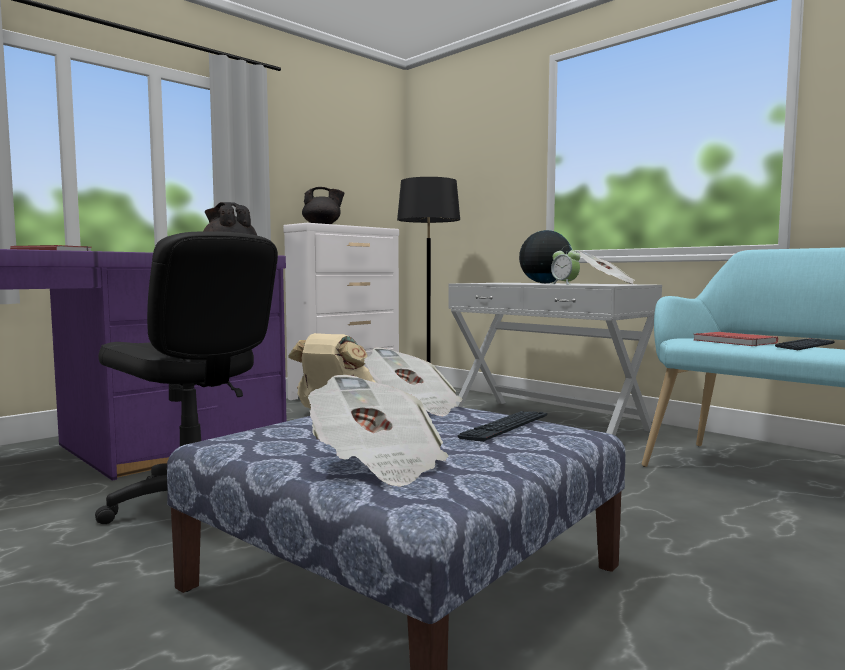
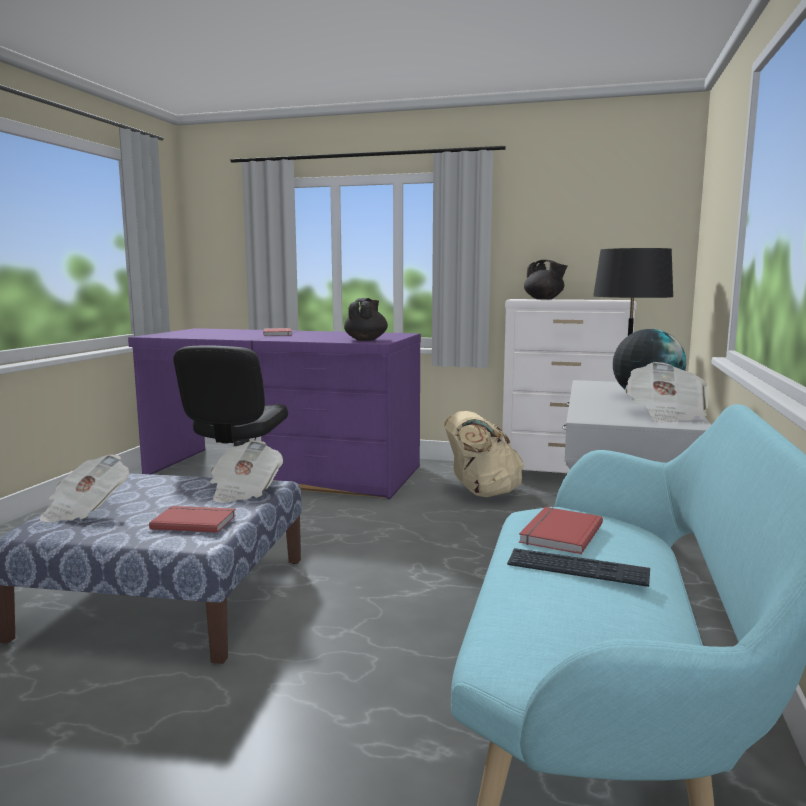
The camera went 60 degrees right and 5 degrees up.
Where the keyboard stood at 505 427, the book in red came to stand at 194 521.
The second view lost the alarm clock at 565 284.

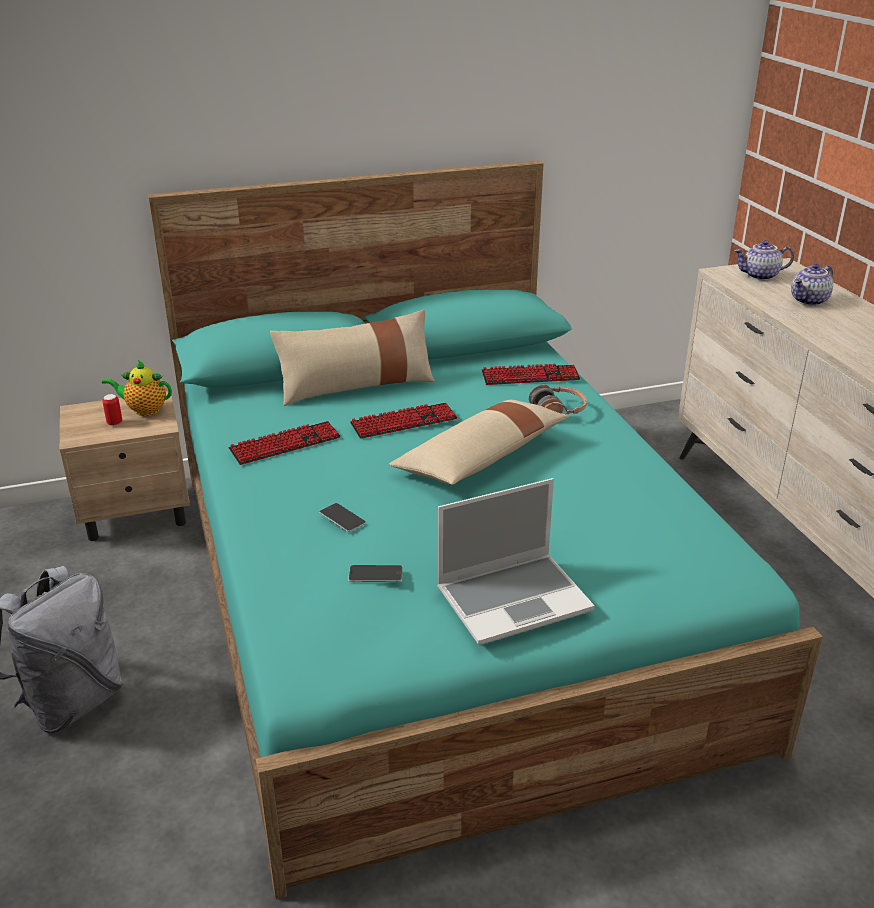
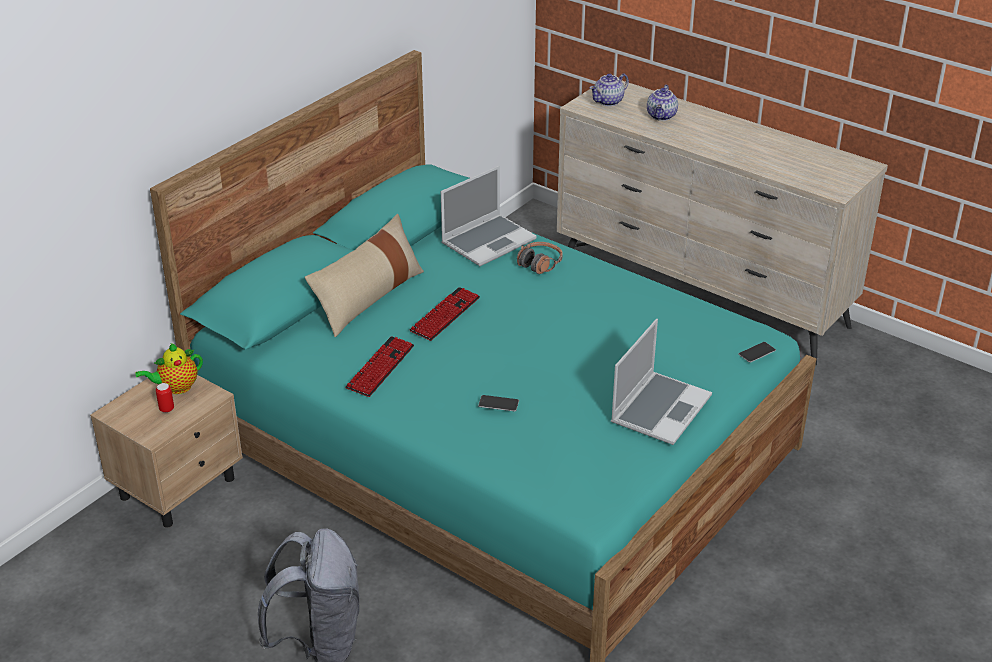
The camera went 35 degrees left and 5 degrees up.
The phone ended up elsewhere, having gone from 375 574 to 757 352.
The second view lost the pillow in beige at 481 458.
Where the keyboard stood at 530 376, the laptop came to stand at 488 241.

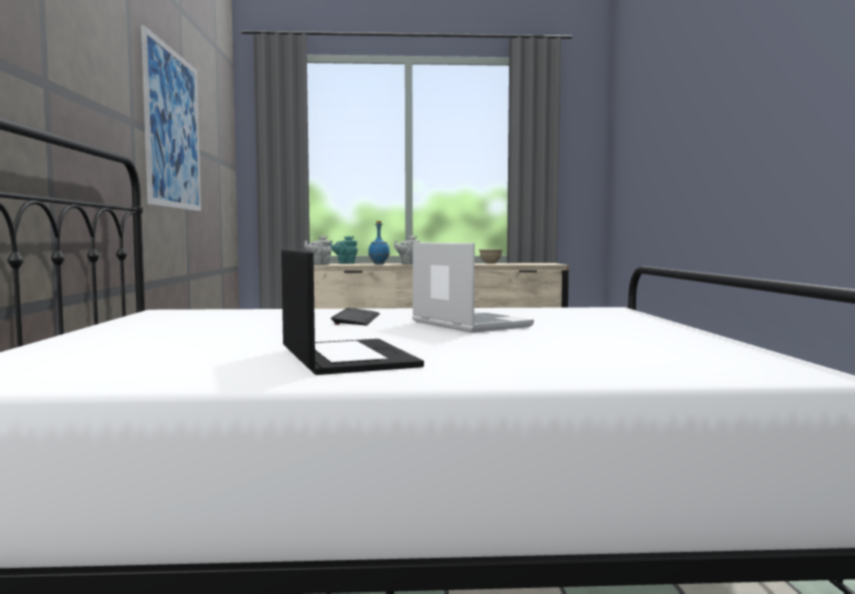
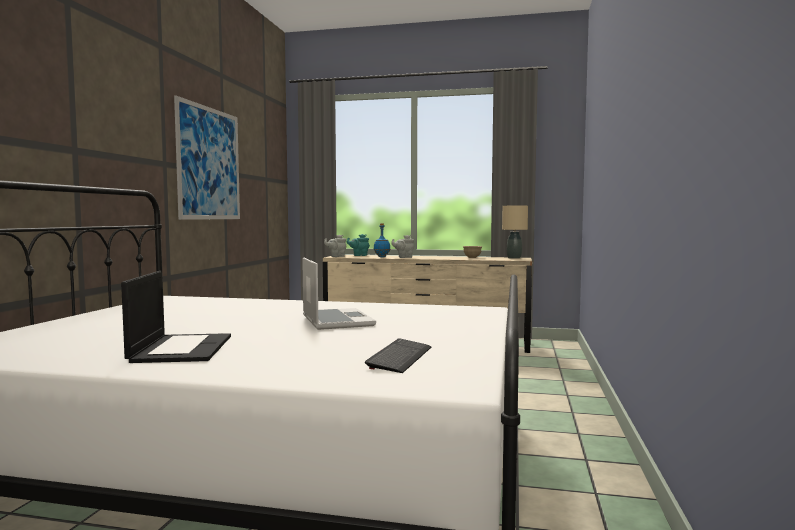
The camera went 15 degrees right and 0 degrees up.
The keyboard ended up elsewhere, having gone from 356 319 to 400 357.
The second view gained the table lamp in beige at 514 258.

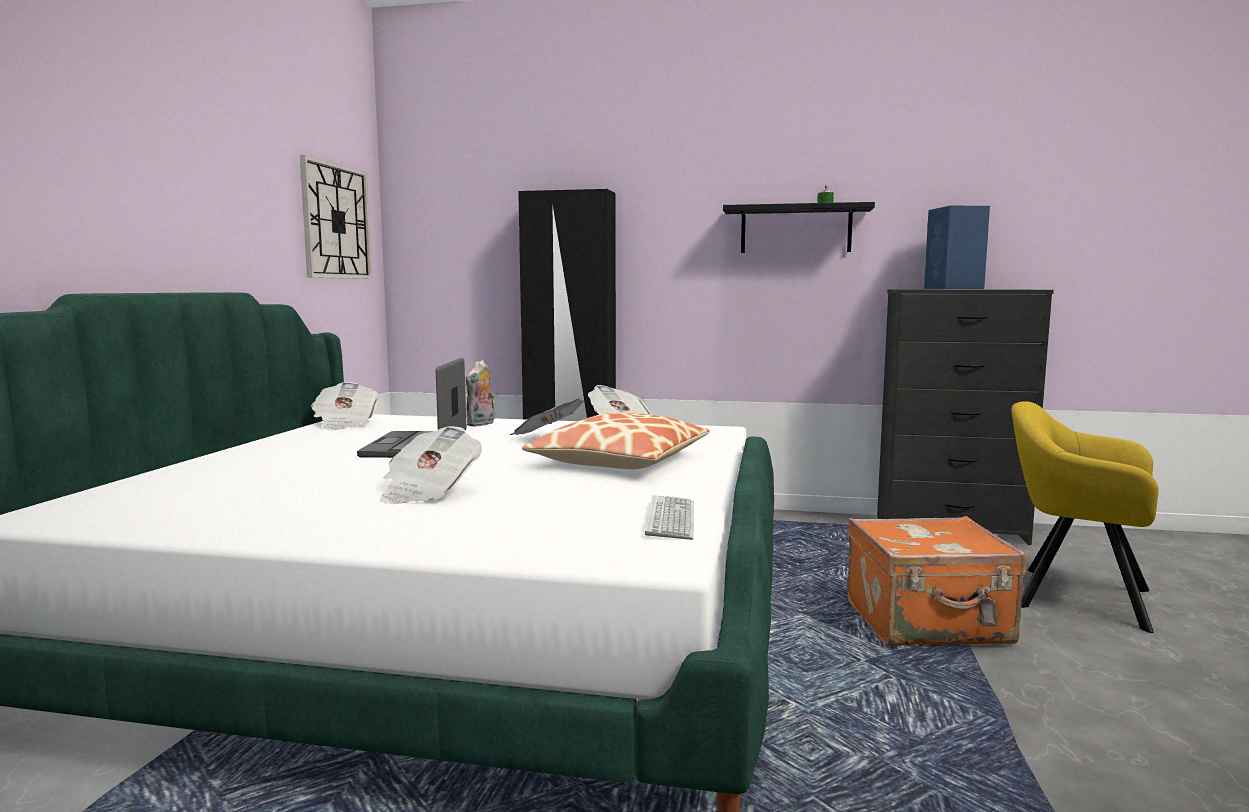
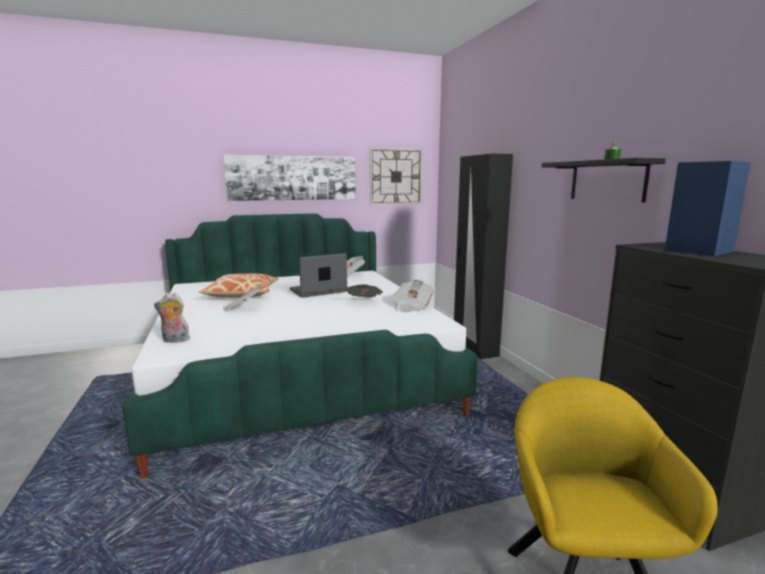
The camera went 60 degrees right and 5 degrees up.
The plush toy ended up elsewhere, having gone from 481 424 to 174 340.
The pillow ended up elsewhere, having gone from 620 461 to 242 294.
The second view lost the keyboard at 671 519.
The second view lost the suitcase in orange at 928 624.
The second view gained the picture at 292 178.

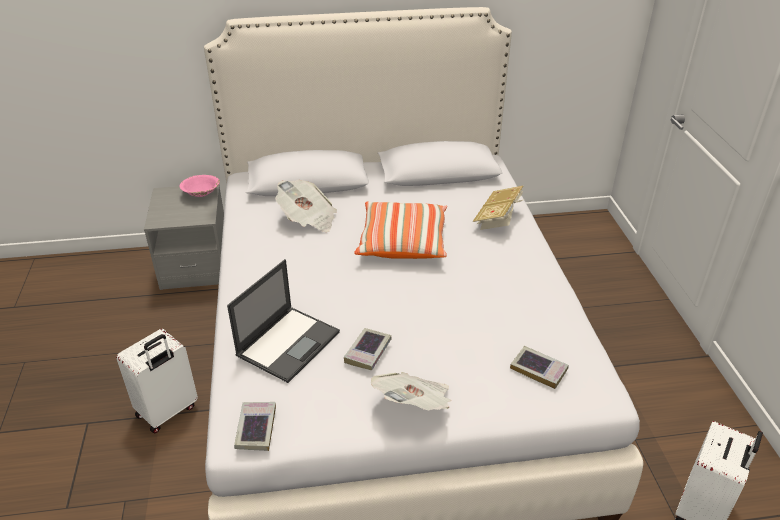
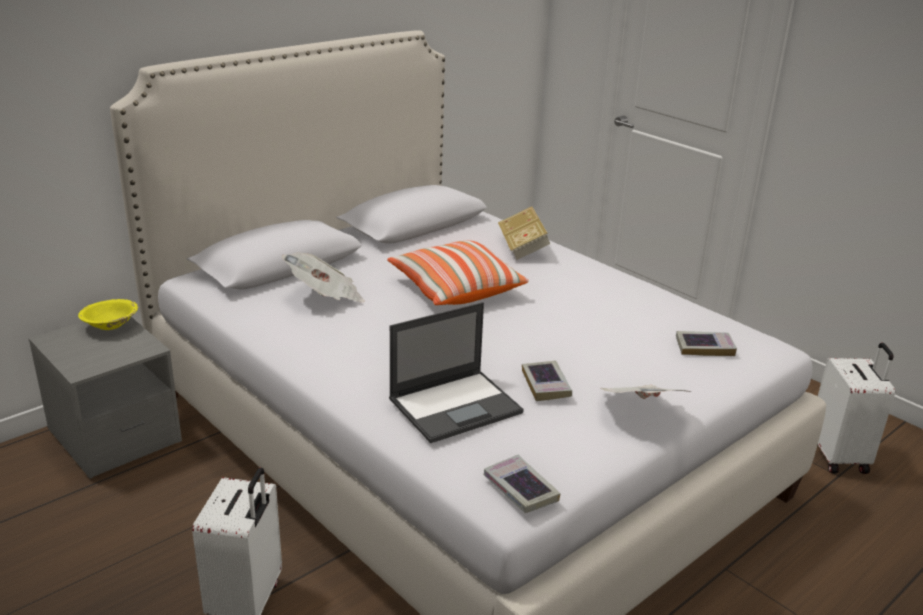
The camera went 35 degrees left and 10 degrees down.
What was the bowl in pink at 201 193 turned into the bowl in yellow at 110 325.
The laptop at 289 343 ended up facing another way, 60 degrees clockwise from before.

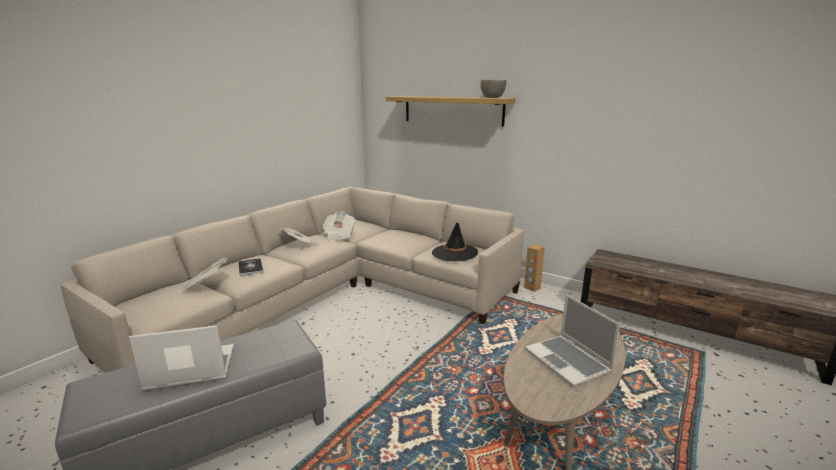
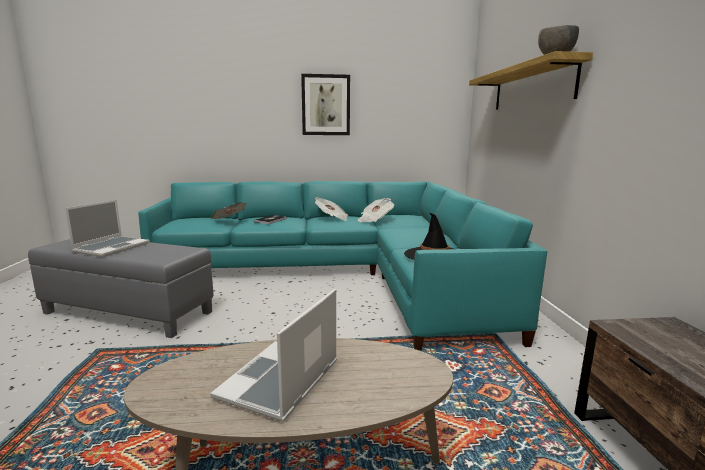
The camera went 50 degrees right and 5 degrees down.
What was the sofa in beige at 333 296 turned into the sofa in turquoise at 343 275.
The laptop at 190 369 ended up facing another way, 75 degrees clockwise from before.
The second view lost the speaker in brown at 532 288.
The second view gained the picture at 326 105.

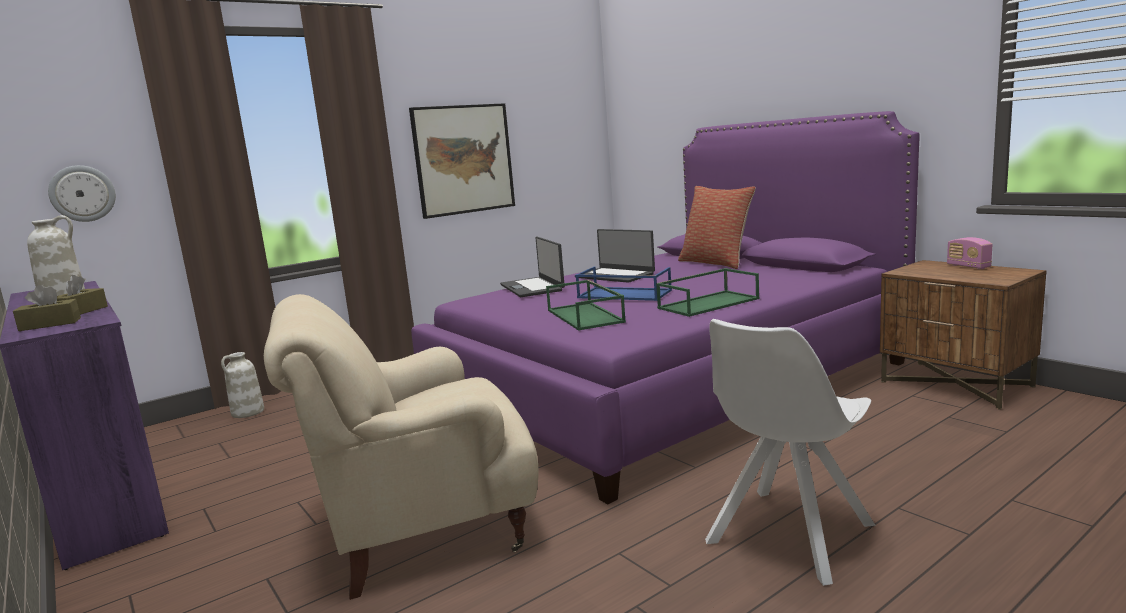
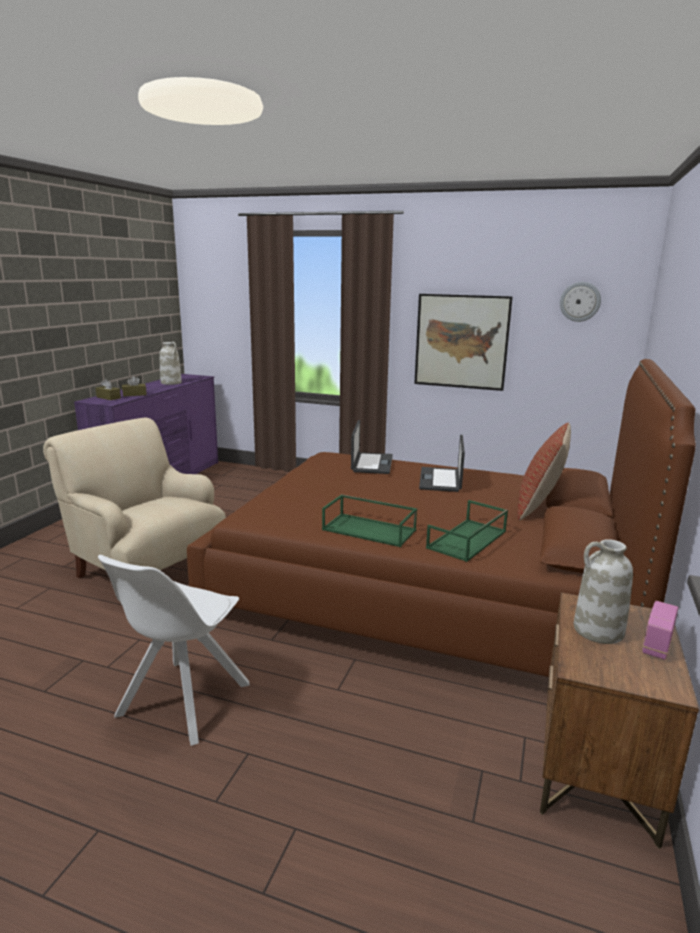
The camera went 55 degrees right and 5 degrees up.
The wall clock ended up elsewhere, having gone from 82 193 to 580 301.
The vase in white ended up elsewhere, having gone from 247 412 to 598 631.
What was the bed in purple at 667 383 turned into the bed in brown at 427 589.
The laptop at 532 287 ended up facing another way, 150 degrees clockwise from before.
The tray in green ended up elsewhere, having gone from 586 316 to 467 540.
The second view lost the tray in blue at 623 294.
The chair in white at 787 535 ended up facing another way, 75 degrees counterclockwise from before.

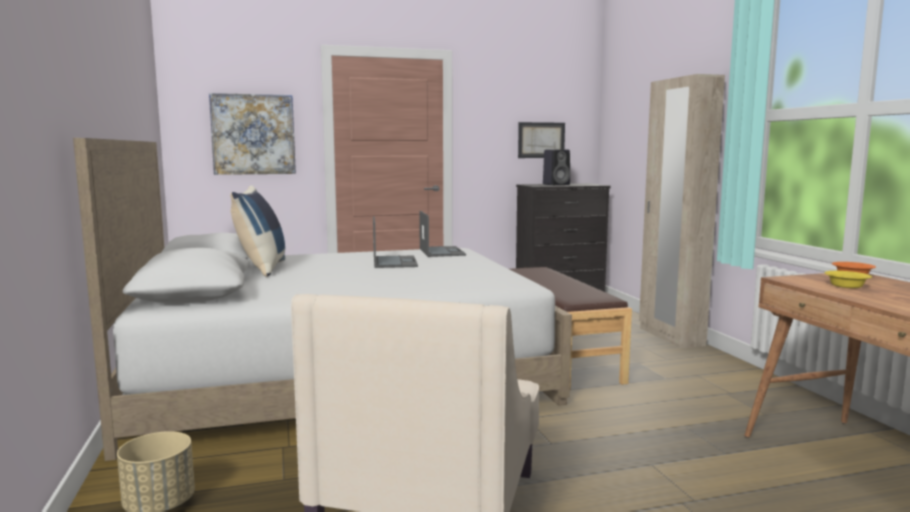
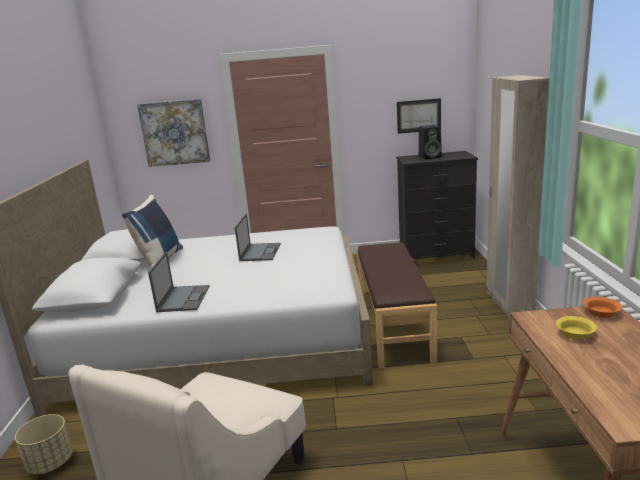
The camera went 15 degrees right and 10 degrees up.
The laptop ended up elsewhere, having gone from 441 252 to 183 298.

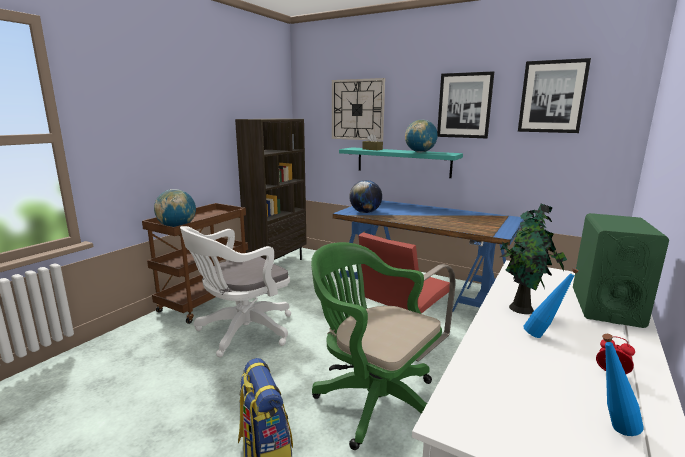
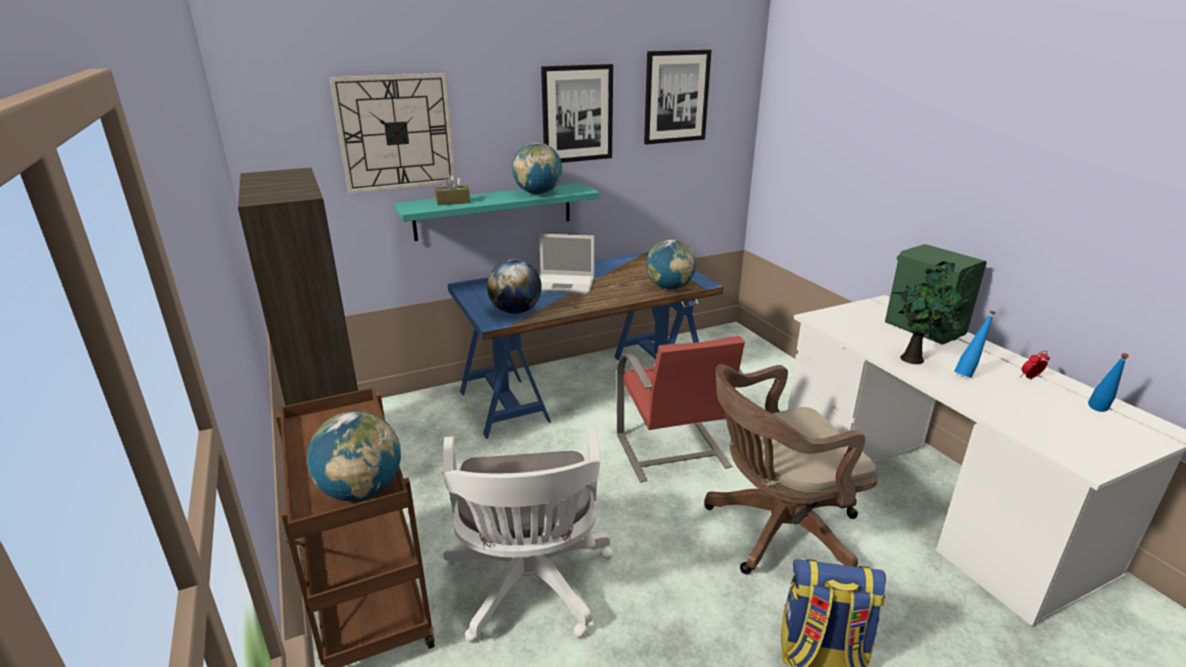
The camera went 55 degrees left and 10 degrees up.
What was the office chair in green at 372 399 turned into the office chair in brown at 775 531.
The second view gained the laptop at 565 284.
The second view gained the globe at 669 288.

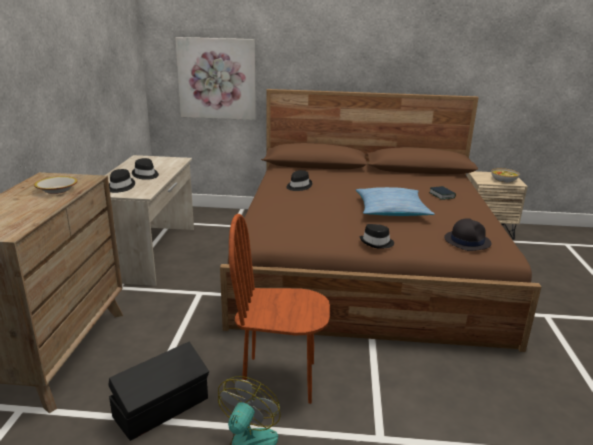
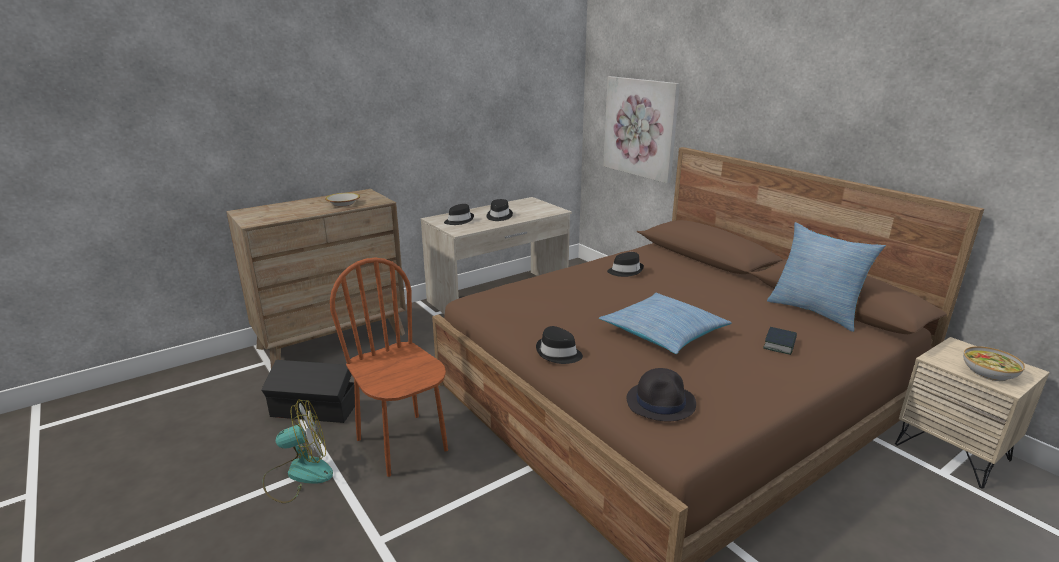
The camera went 50 degrees right and 0 degrees up.
The second view gained the pillow at 815 311.

